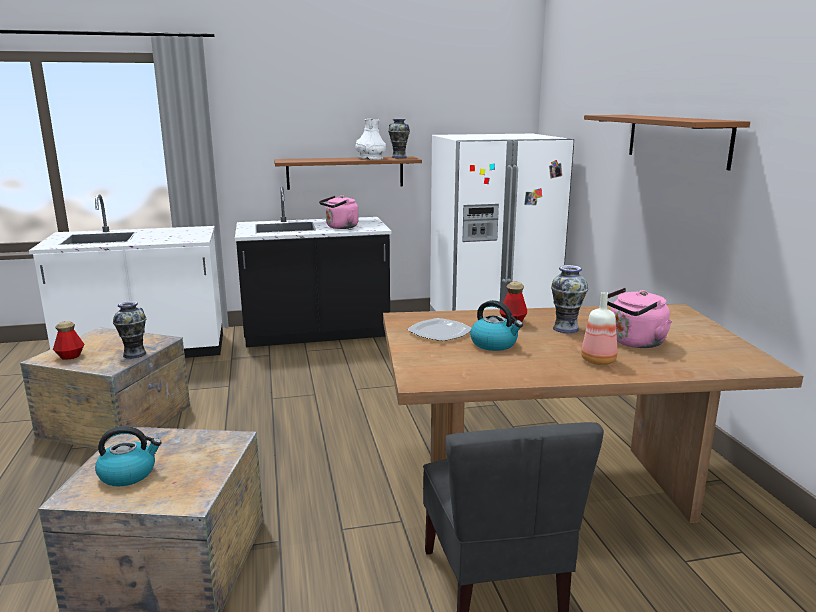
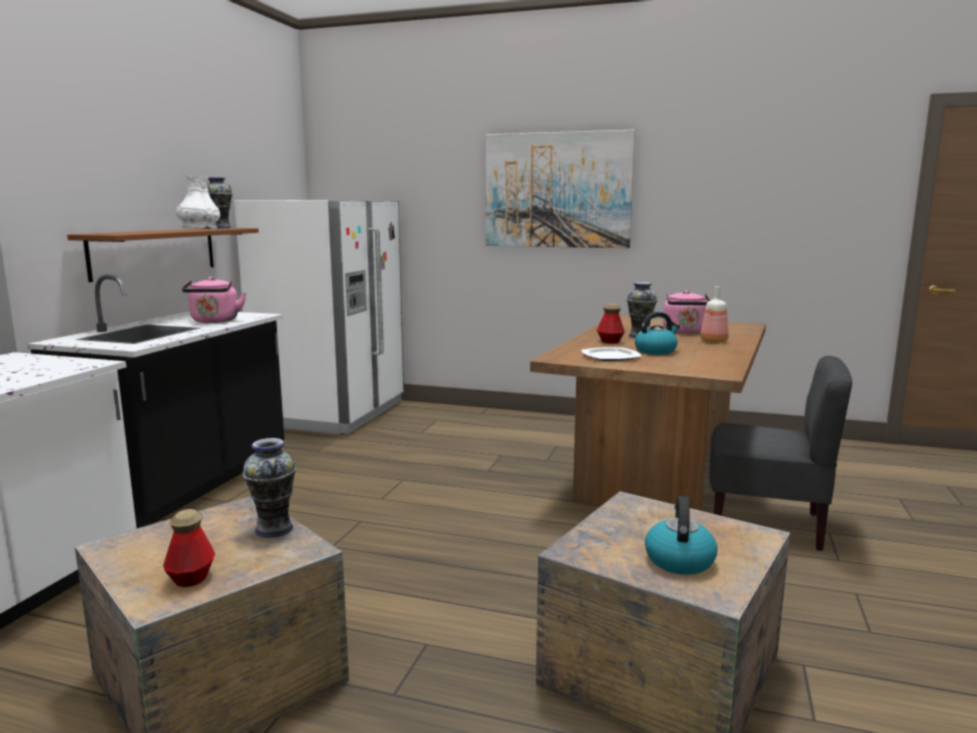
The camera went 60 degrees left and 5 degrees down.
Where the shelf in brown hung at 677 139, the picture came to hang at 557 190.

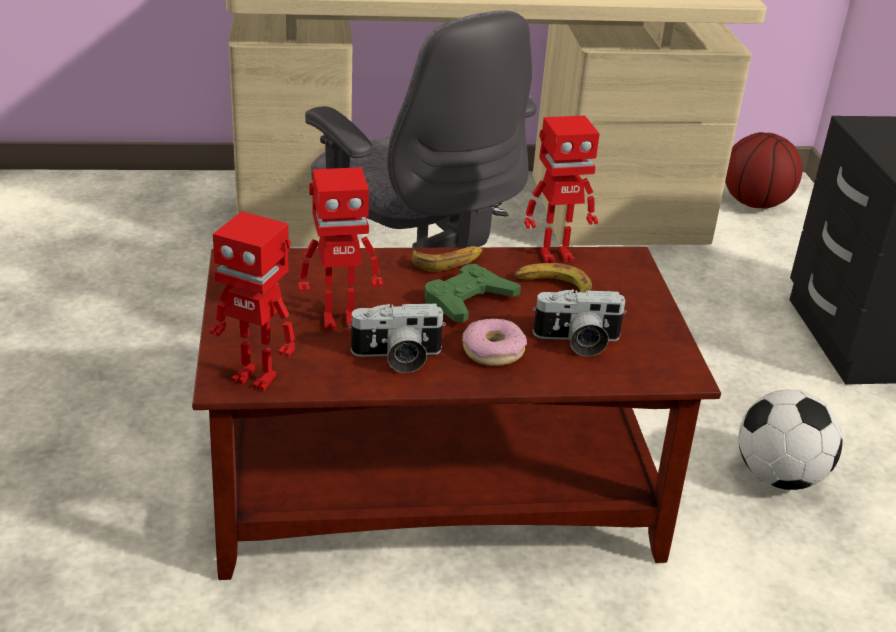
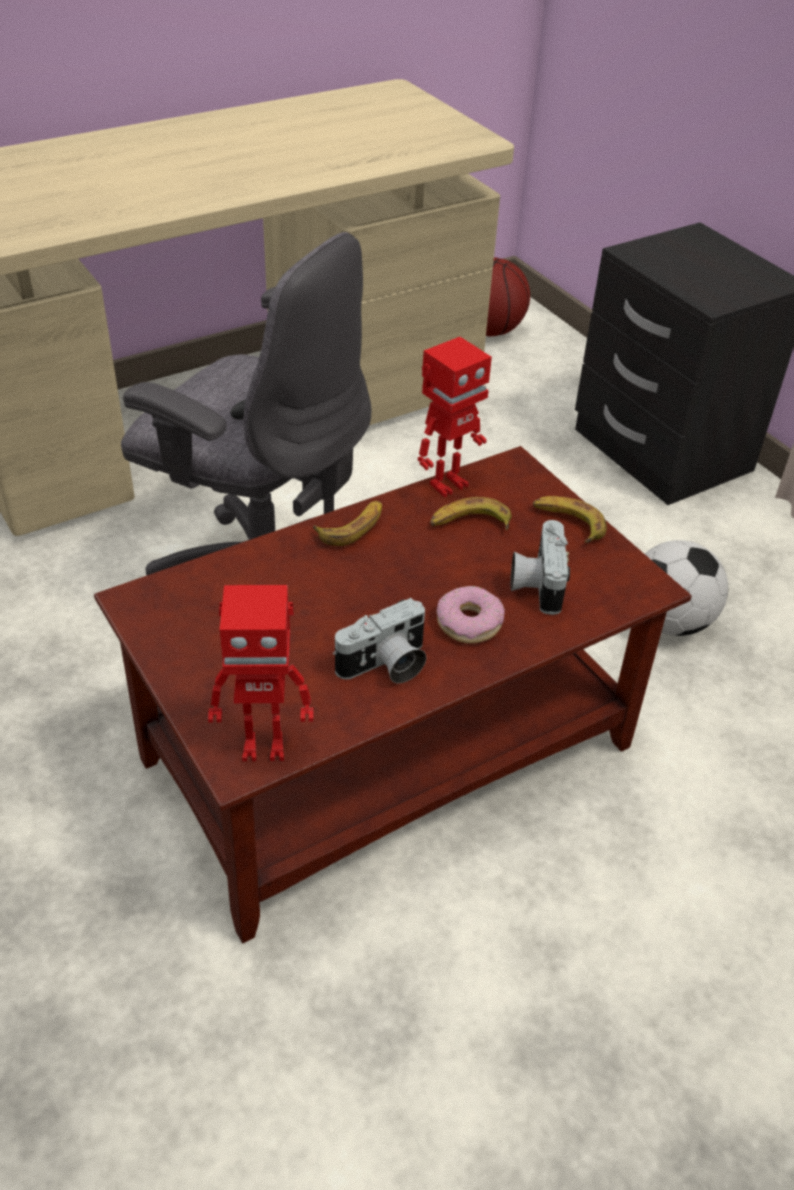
The camera went 25 degrees left and 10 degrees up.
The second view lost the toy robot at 339 320.
The second view lost the game controller in green at 468 301.
The photo camera at 577 342 ended up facing another way, 120 degrees clockwise from before.
The second view gained the banana at 568 523.

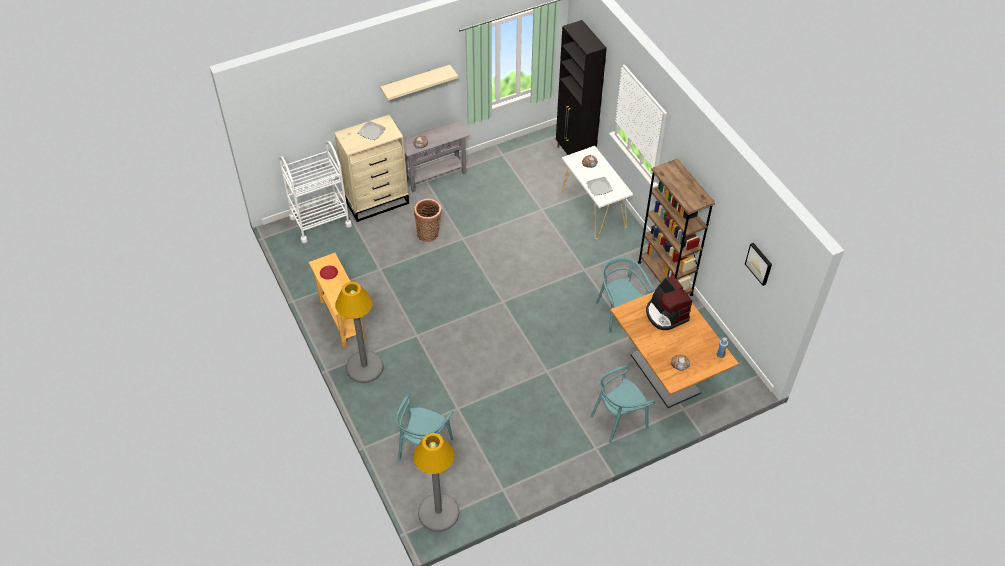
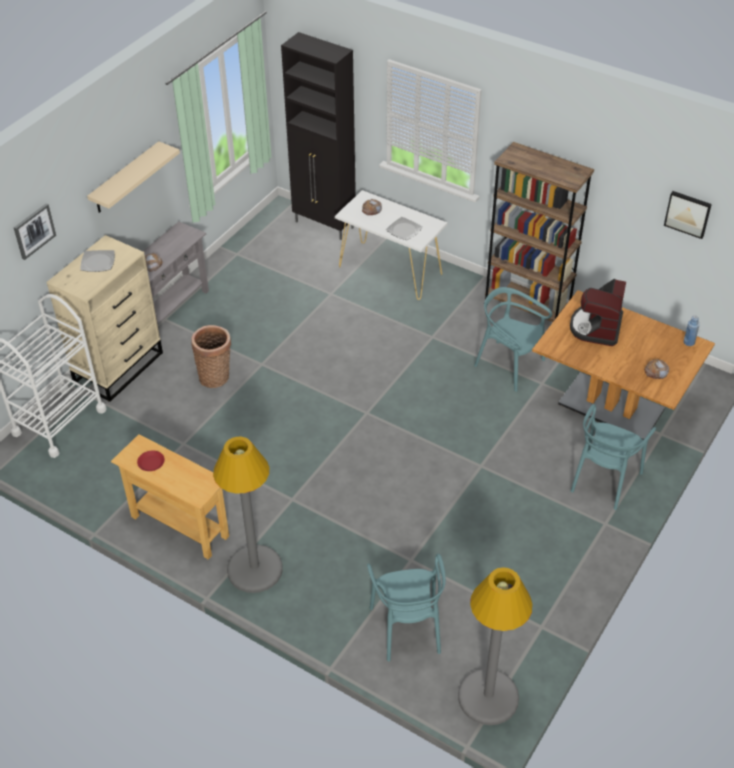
The camera went 30 degrees left and 5 degrees down.
The coffee machine at 666 314 ended up facing another way, 75 degrees clockwise from before.
The second view gained the picture at 34 231.

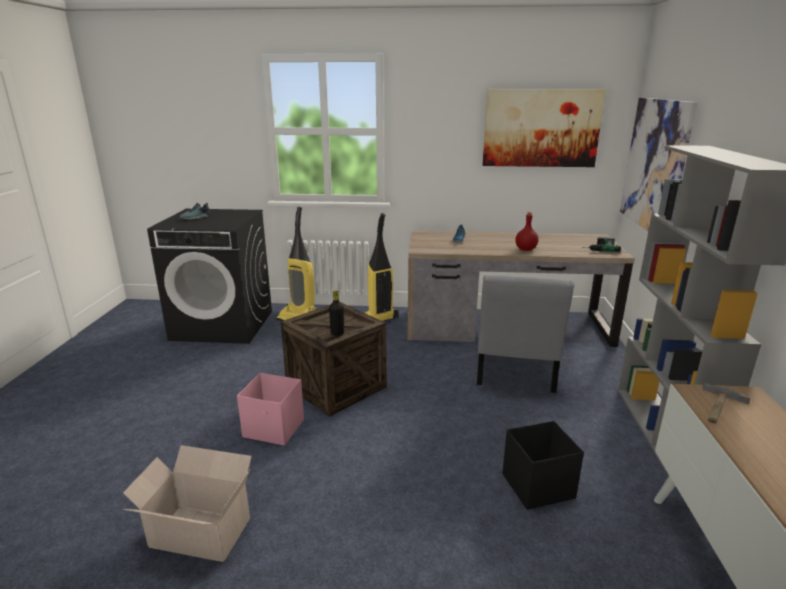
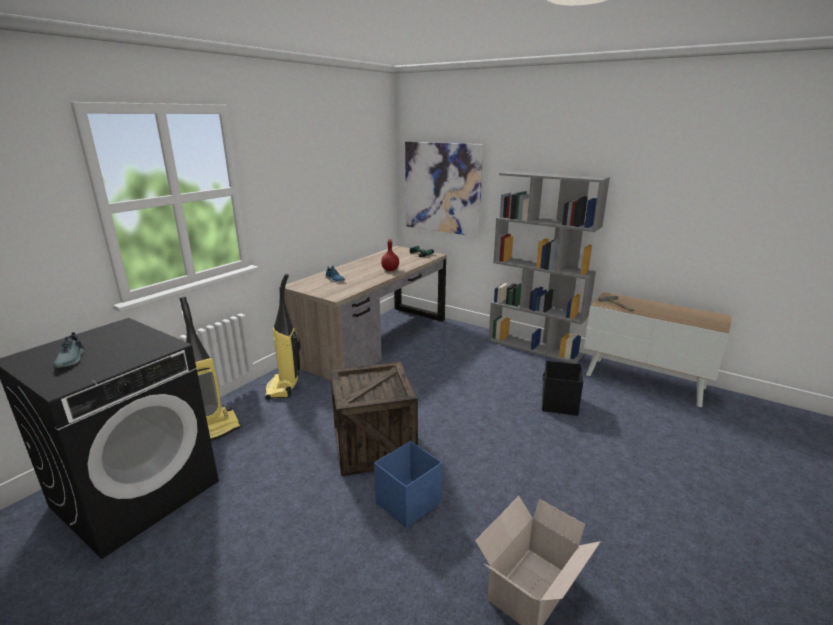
The camera went 60 degrees left and 0 degrees up.
What was the storage box in pink at 274 429 turned into the storage box in blue at 409 502.
The second view lost the bottle in black at 337 333.
The second view lost the chair in grey at 514 372.
The second view lost the picture at 541 128.

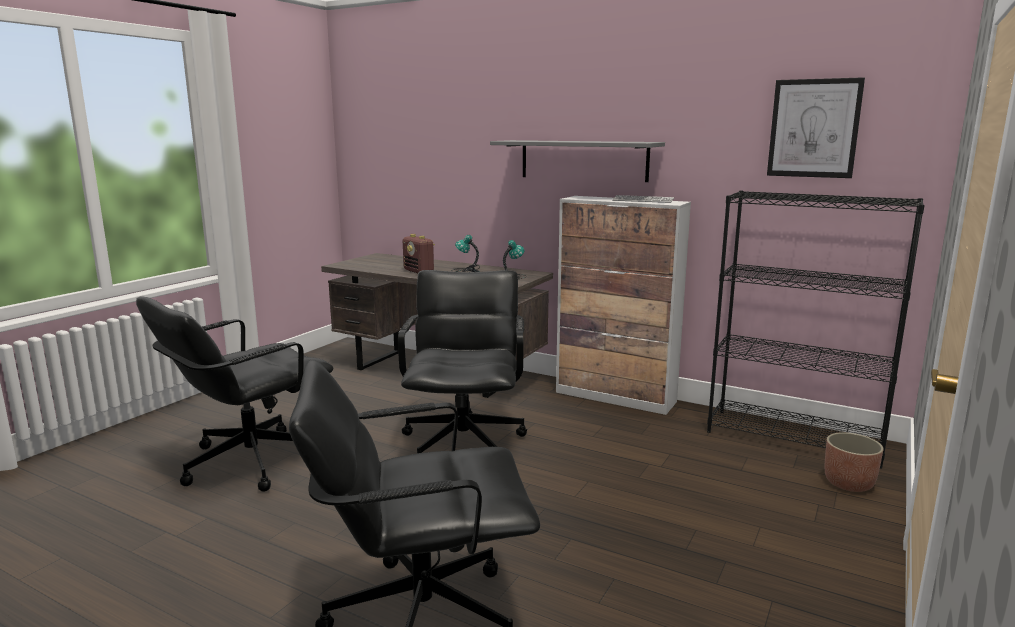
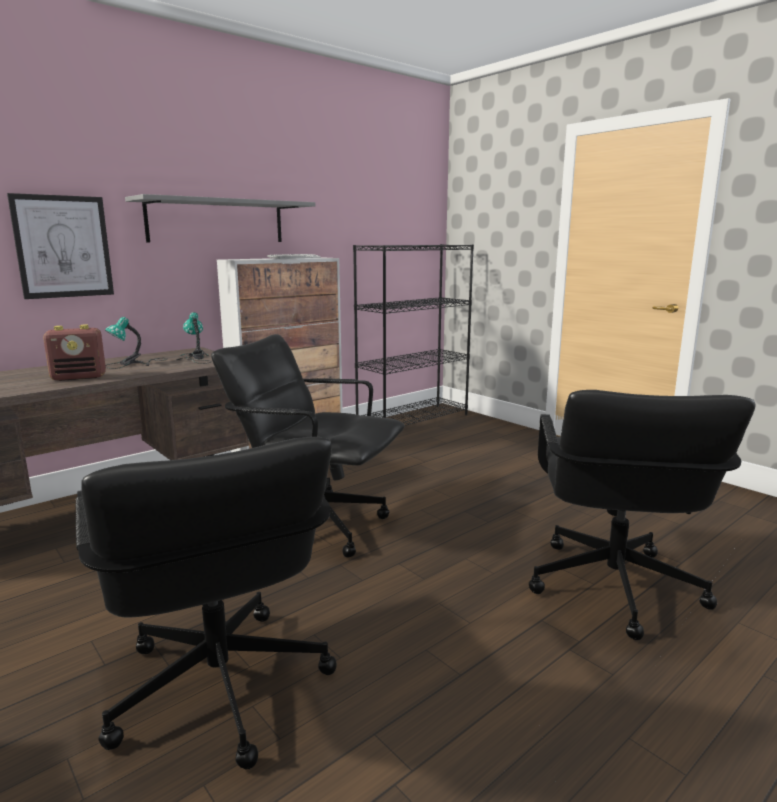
The camera went 70 degrees left and 0 degrees up.
The picture ended up elsewhere, having gone from 814 128 to 63 247.
The second view lost the planter at 849 483.

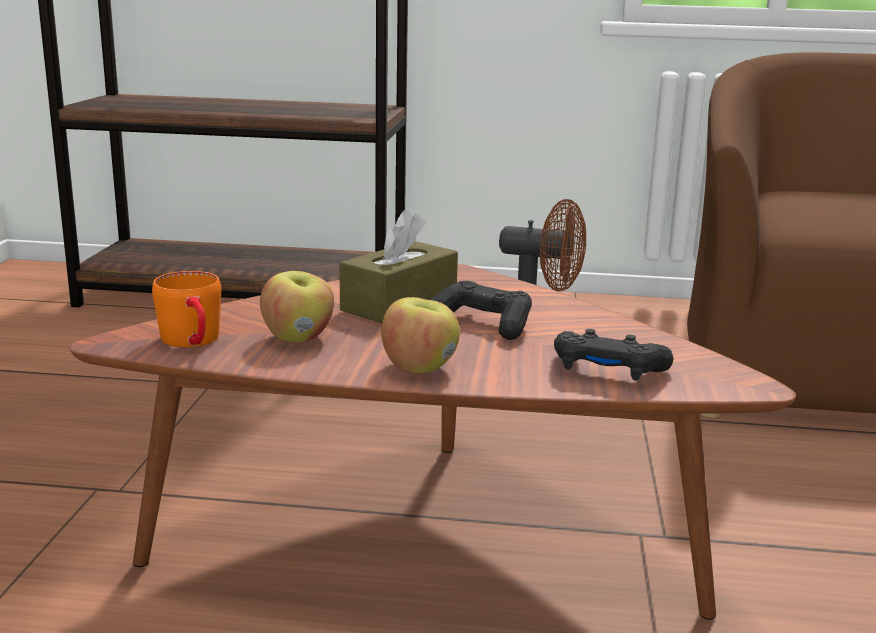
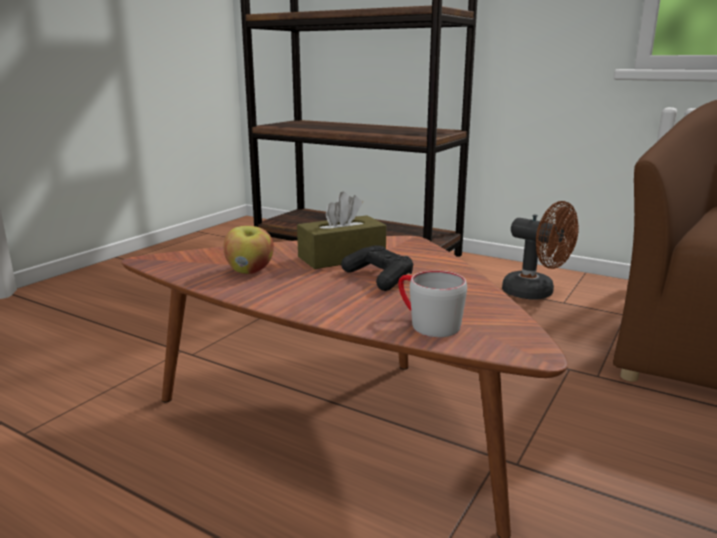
The camera went 25 degrees right and 0 degrees up.
The second view lost the mug in orange at 194 342.
The second view lost the apple at 419 368.
Where the game controller in black stood at 607 371, the mug in grey came to stand at 426 323.

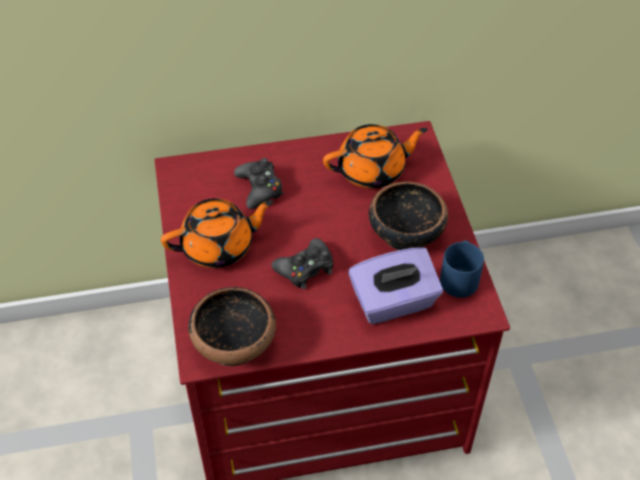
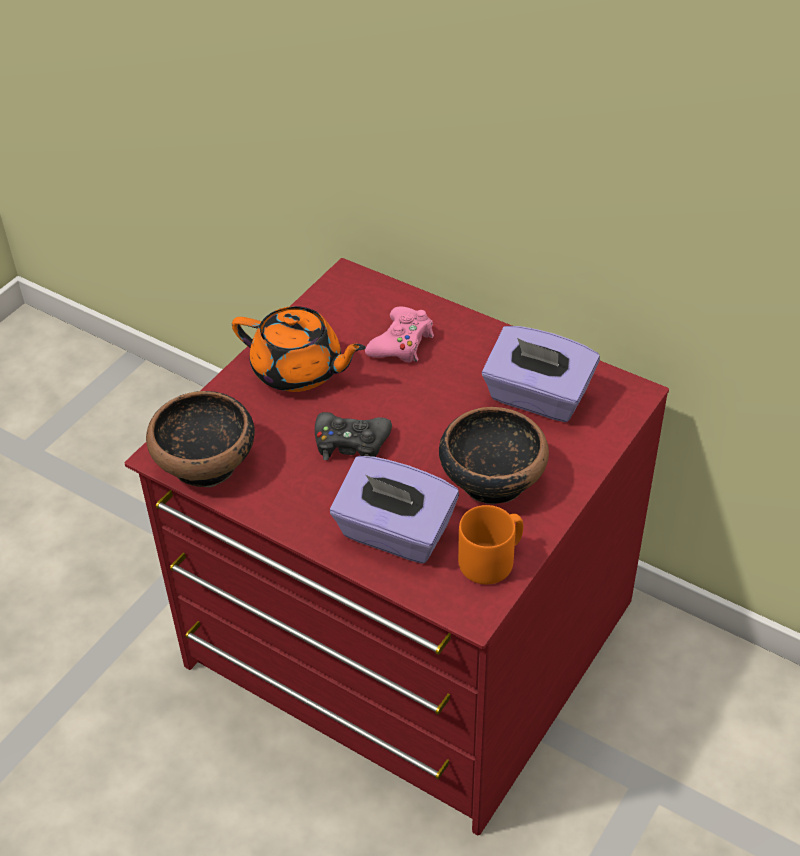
The camera went 45 degrees right and 5 degrees down.
What was the game controller in black at 259 188 turned into the game controller in pink at 402 343.
Where the teapot in orange stood at 372 170, the tissue box in purple came to stand at 537 398.
What was the mug in blue at 459 278 turned into the mug in orange at 492 560.

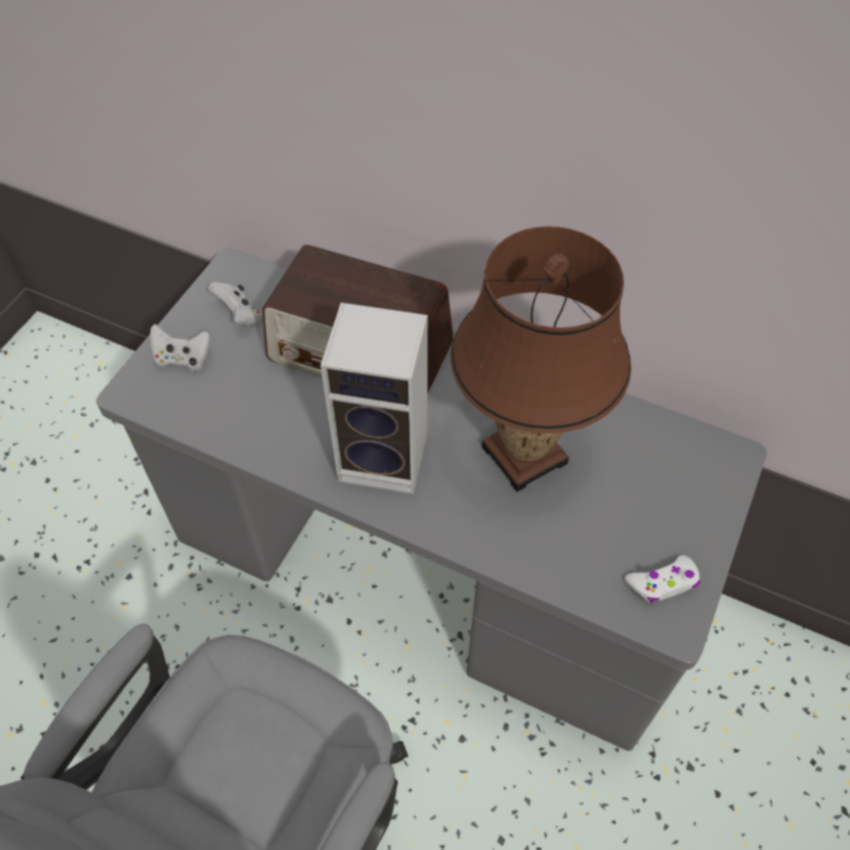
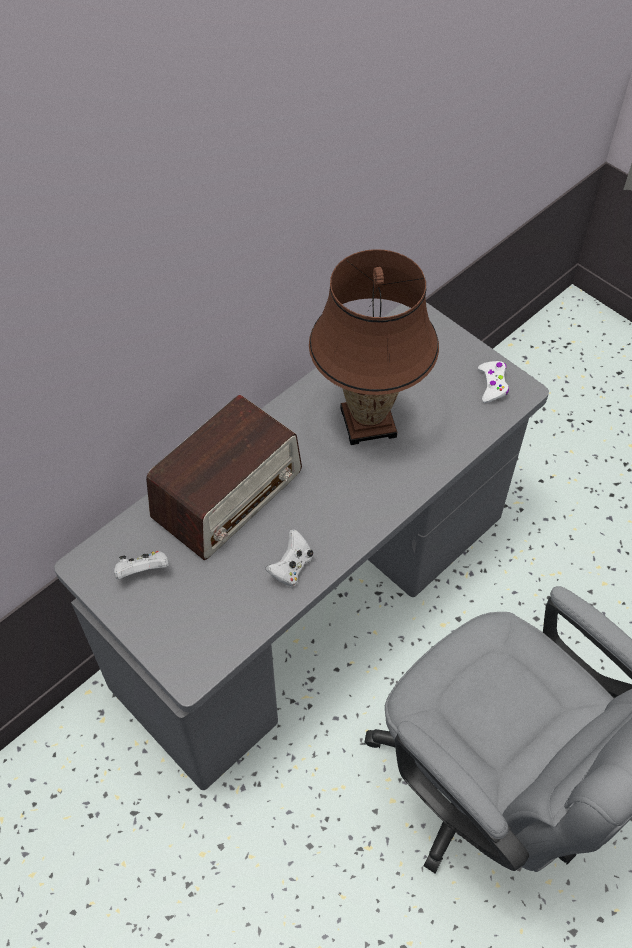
The camera went 70 degrees left and 0 degrees up.
The game controller in white ended up elsewhere, having gone from 183 358 to 291 567.
The second view lost the speaker at 387 457.

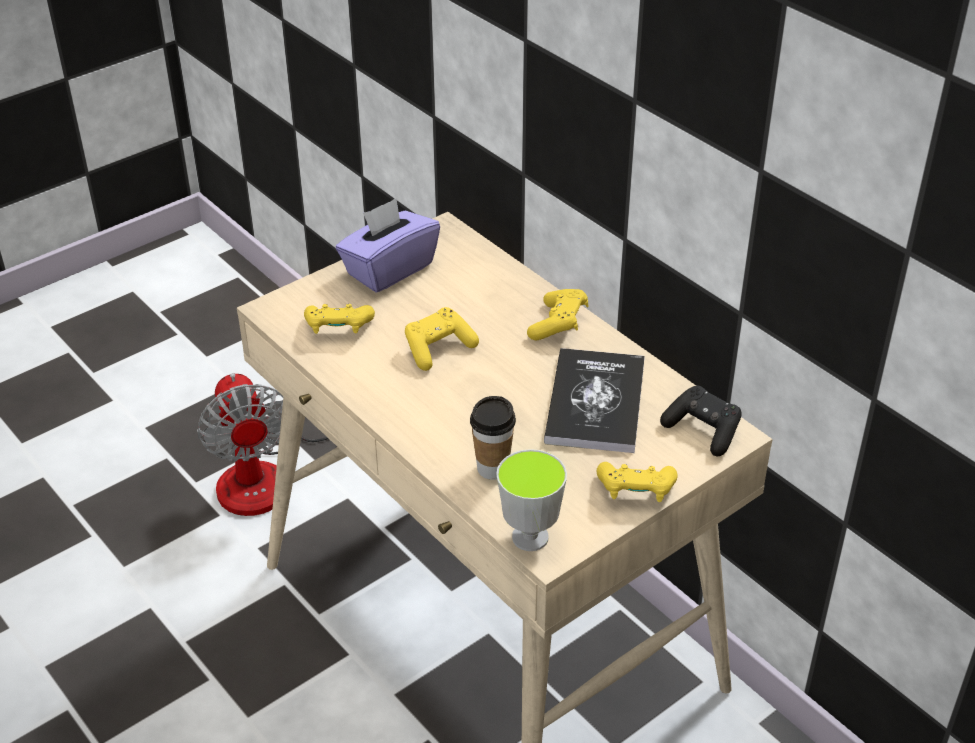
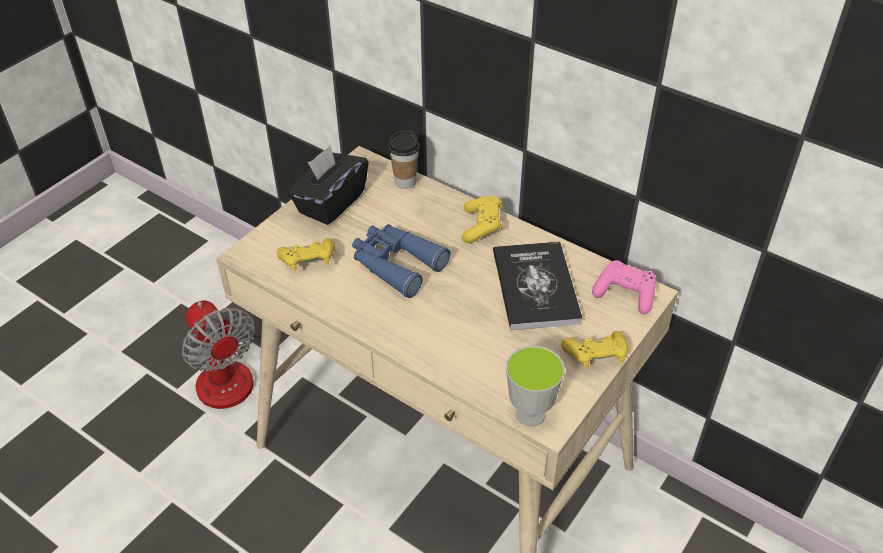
The camera went 15 degrees left and 5 degrees up.
What was the tissue box in purple at 389 269 turned into the tissue box in black at 330 203.
Where the game controller in yellow stood at 438 349, the binoculars in blue came to stand at 396 264.
The cup ended up elsewhere, having gone from 493 468 to 405 182.
What was the game controller in black at 703 430 turned into the game controller in pink at 625 294.

